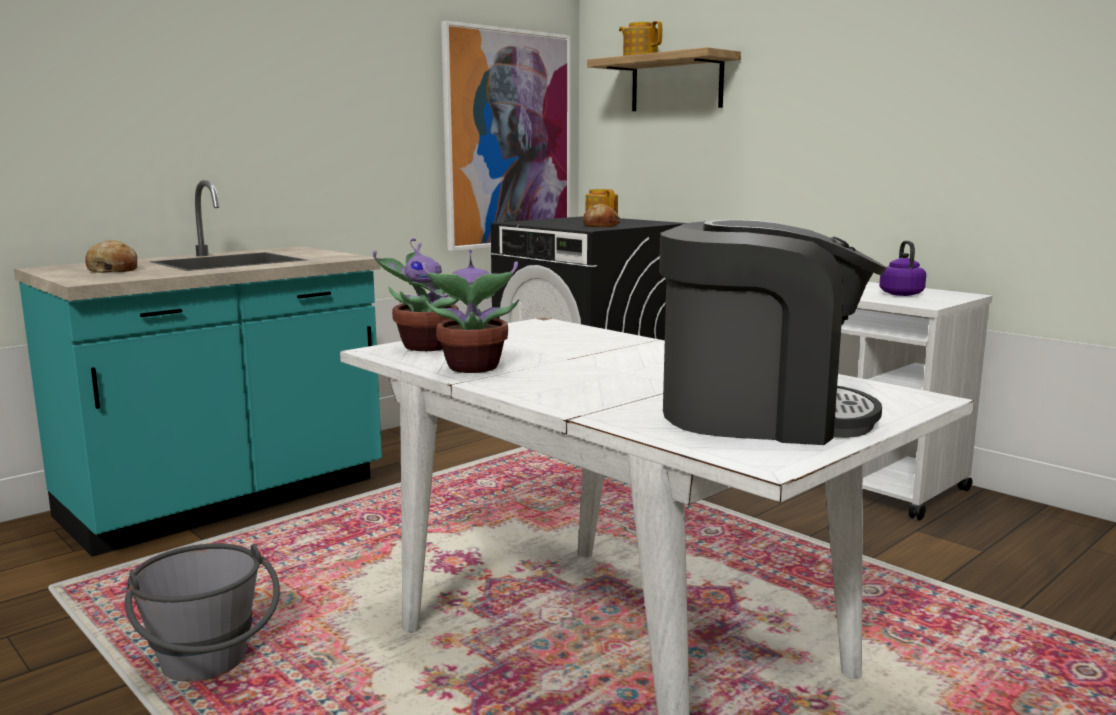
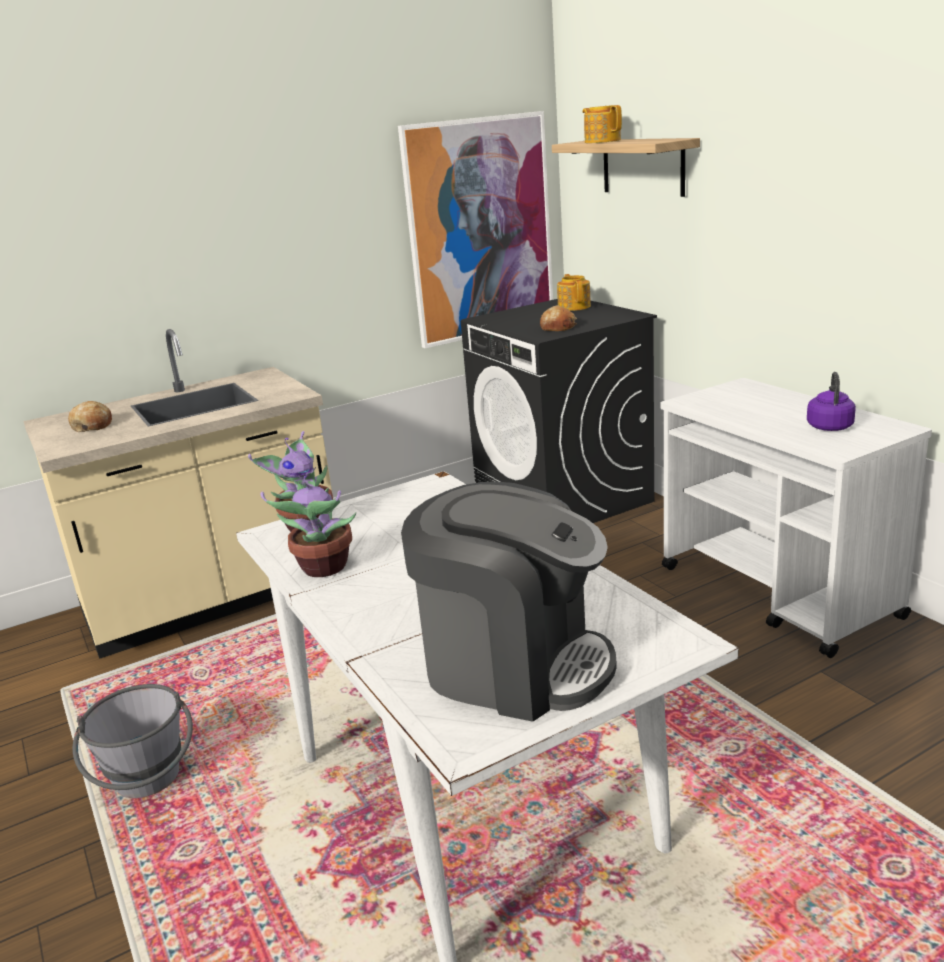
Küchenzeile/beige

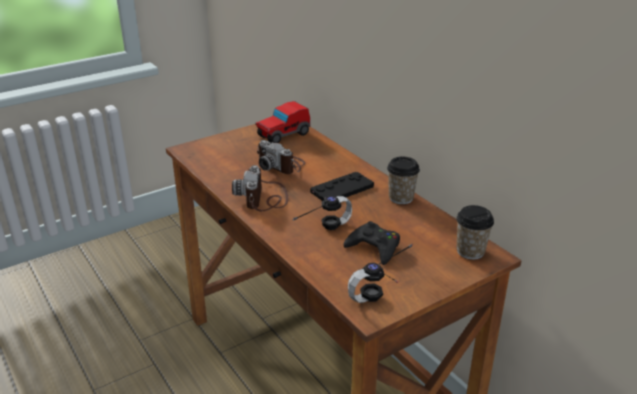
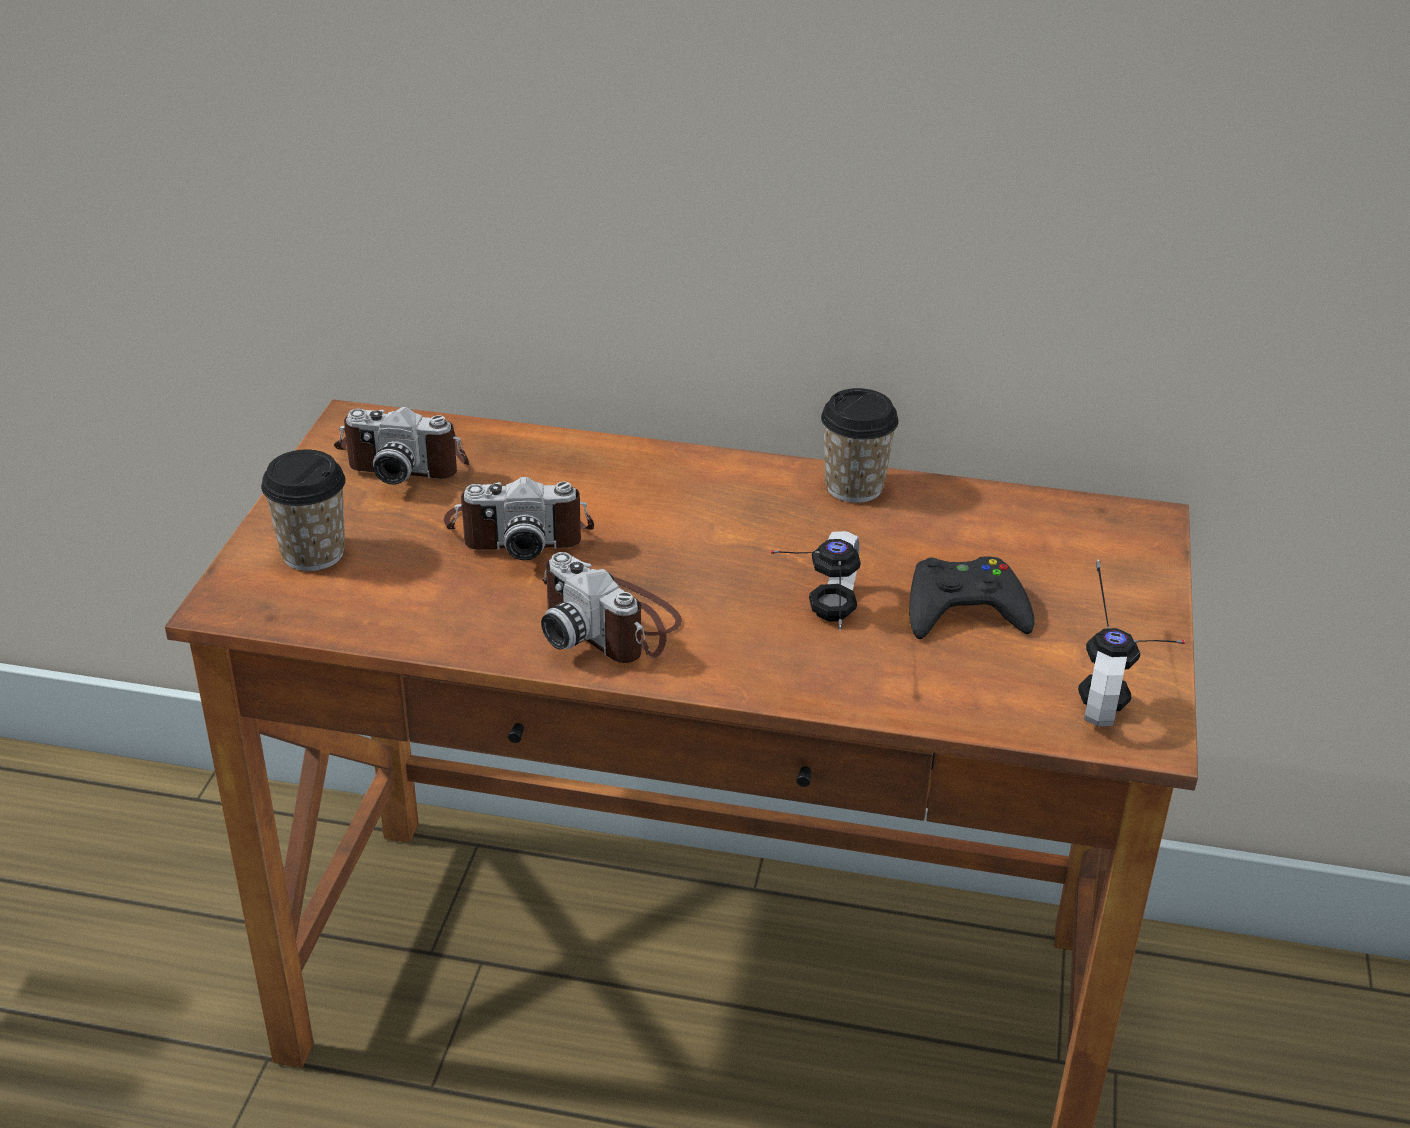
Tasse (1st from left); Kamera (1st from left); Gamepad/schwarz (1st from left in the first image)

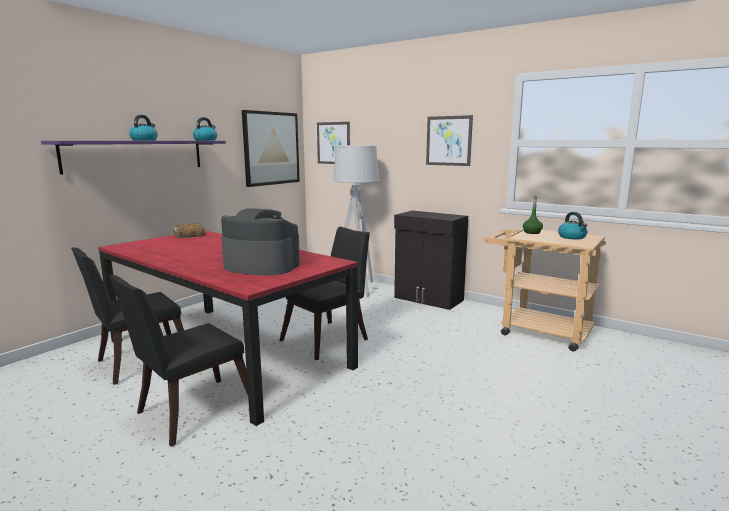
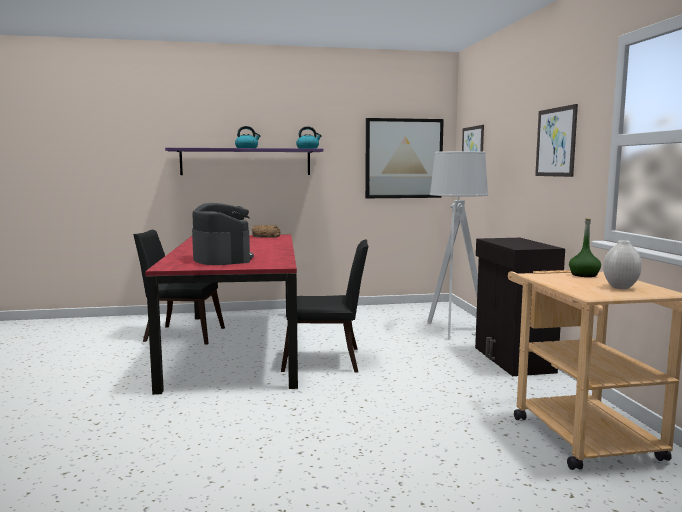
Vase/weiß; Stuhl/schwarz (2nd from left in the first image)

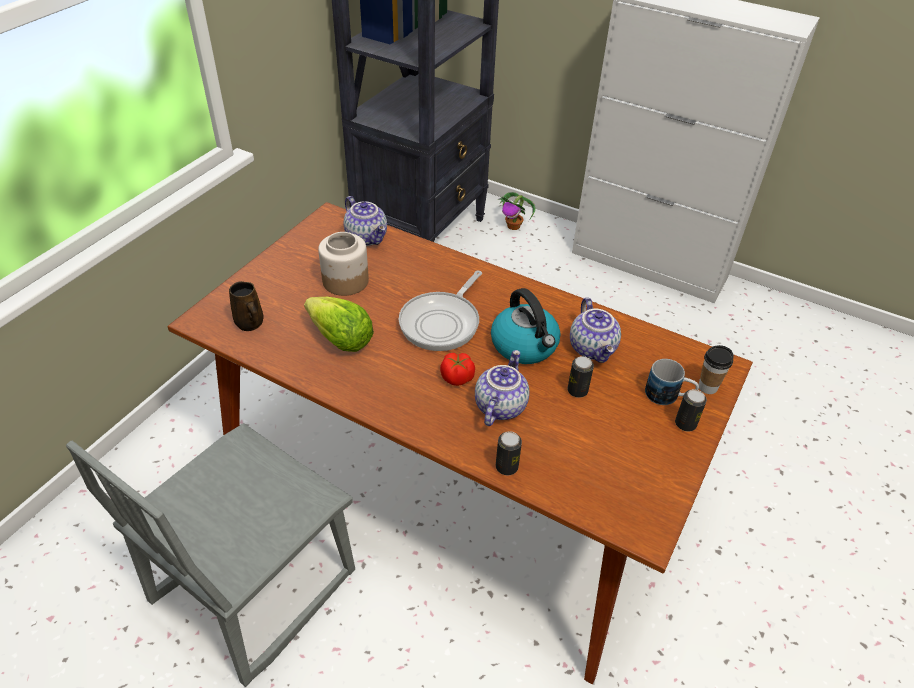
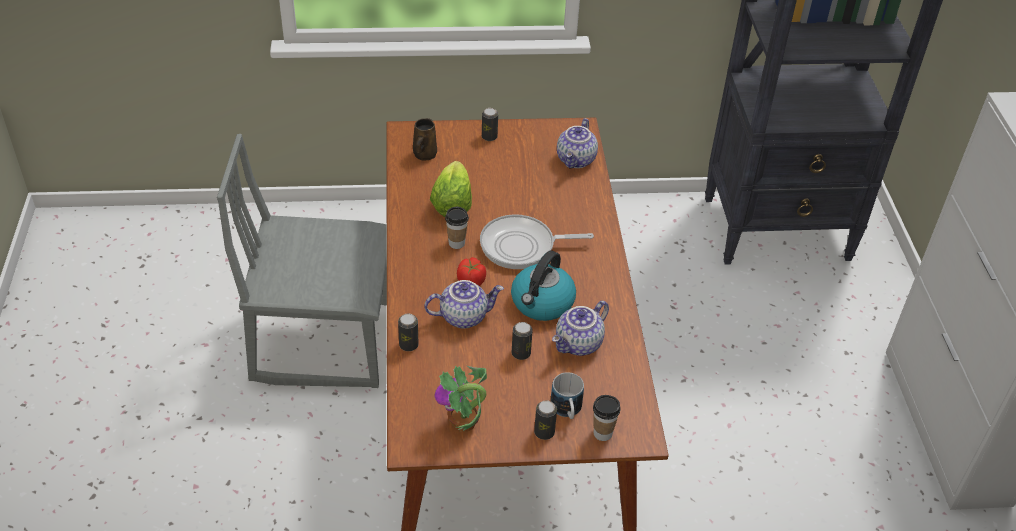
Topfpflanze; Tasse (1st from left); Dose (2nd from left); Vorratsglas

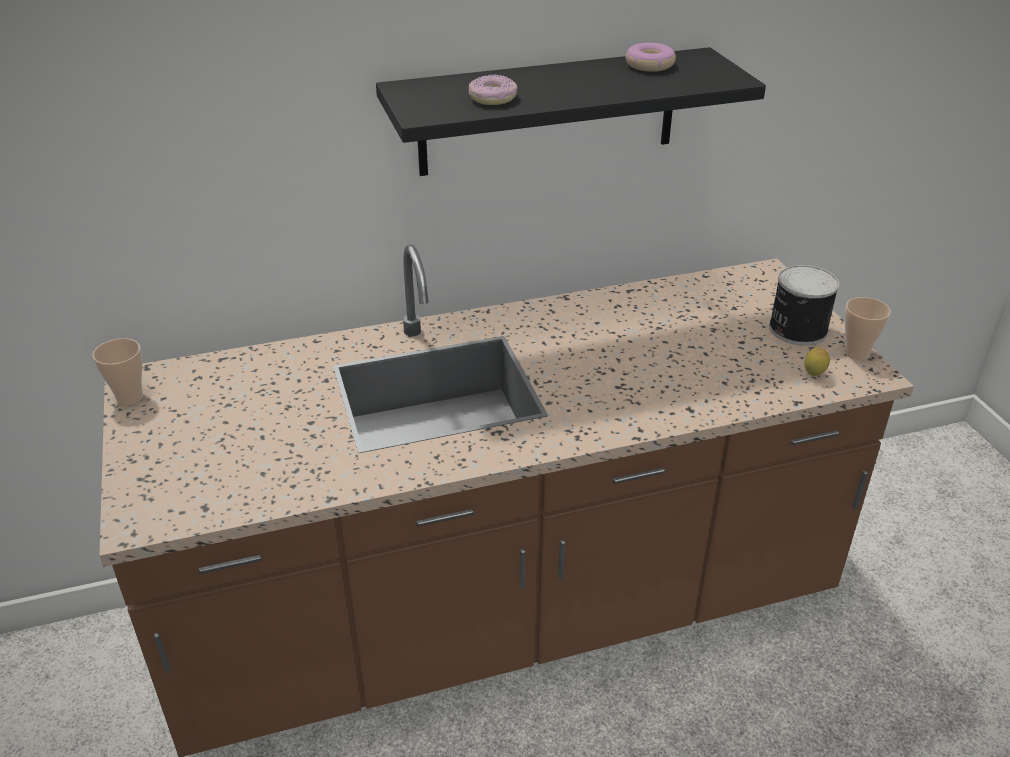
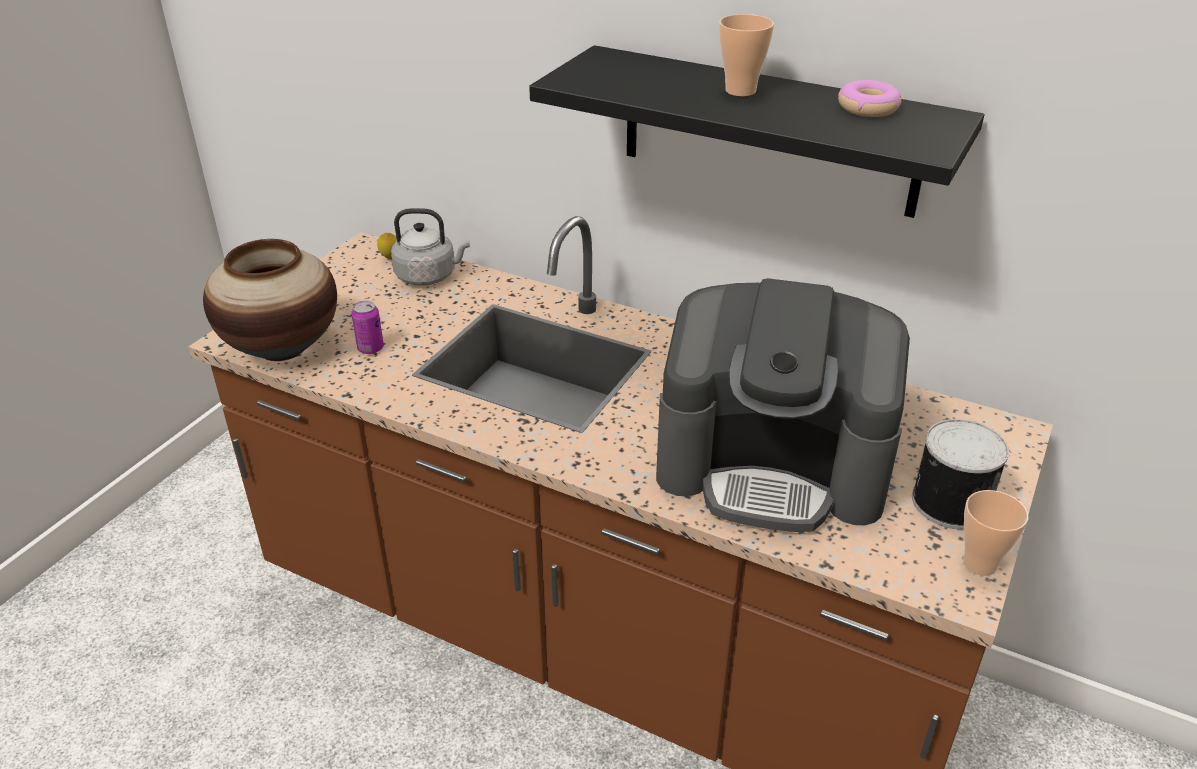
Vase; Dose (1st from left); Zitrone; Wasserkessel/grau; Kaffeemaschine; Tasse (1st from left); Donut (1st from left in the first image)

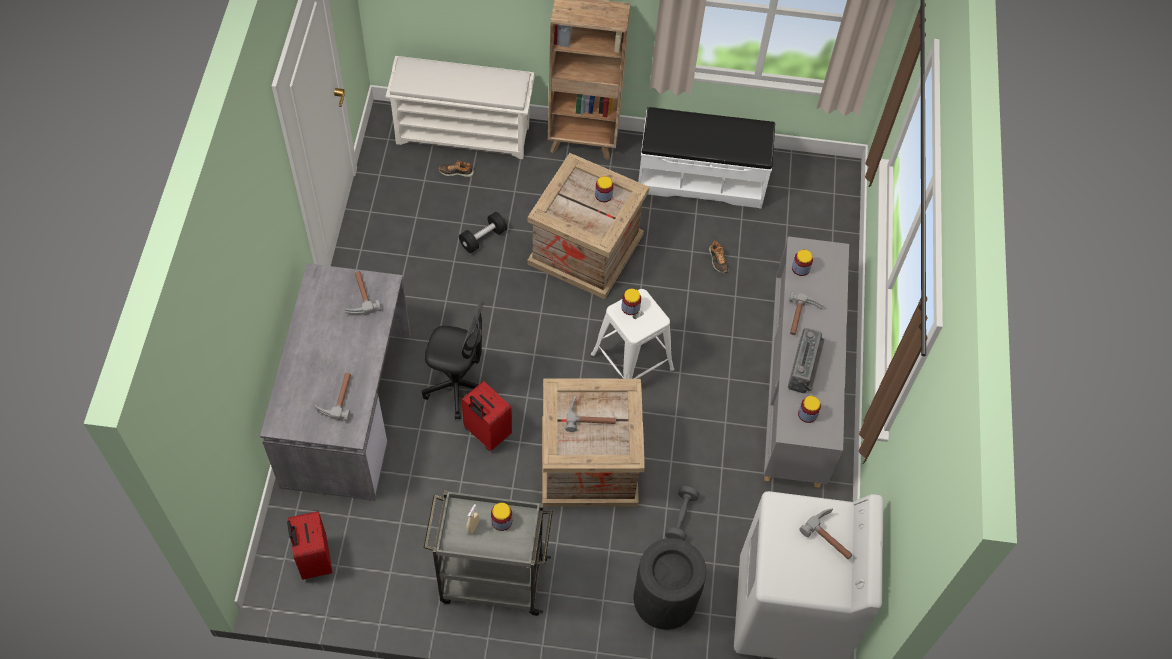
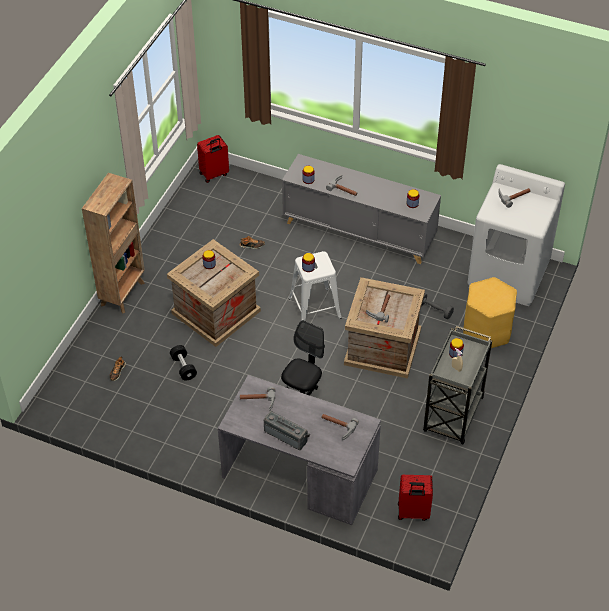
Koffer/rot (1st from left); Radio; Hocker/gelb; Schuhregal/weiß; Bank/weiß

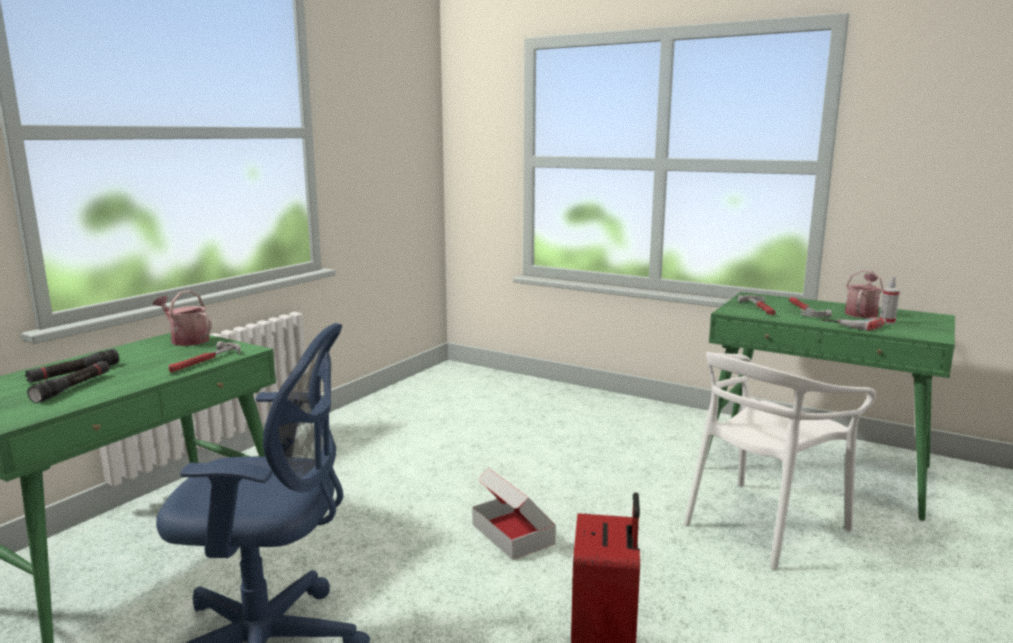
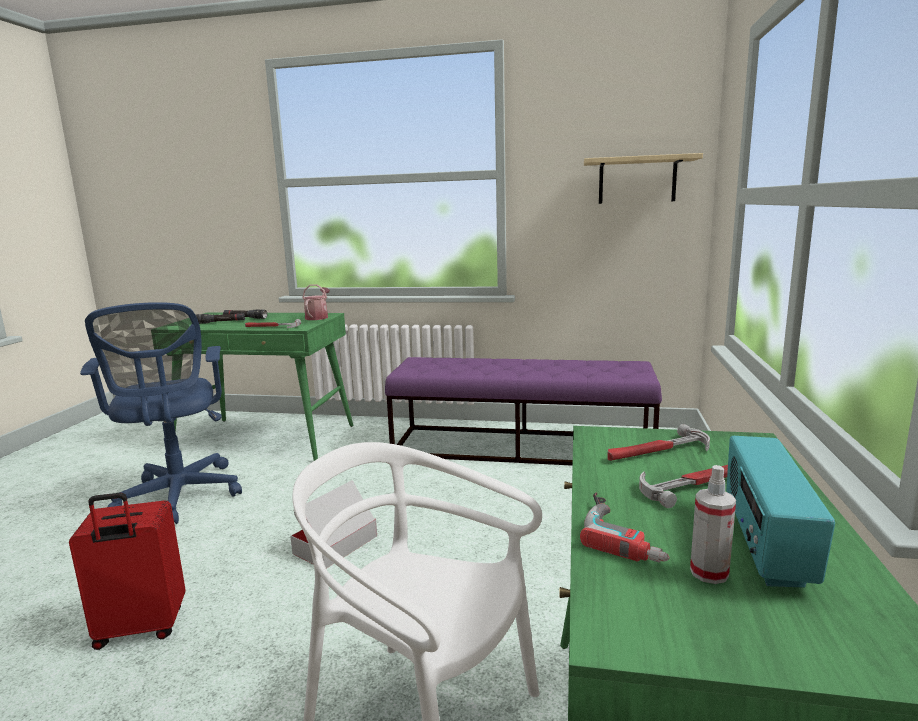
Bank/lila; Wandregal/beige; Radio

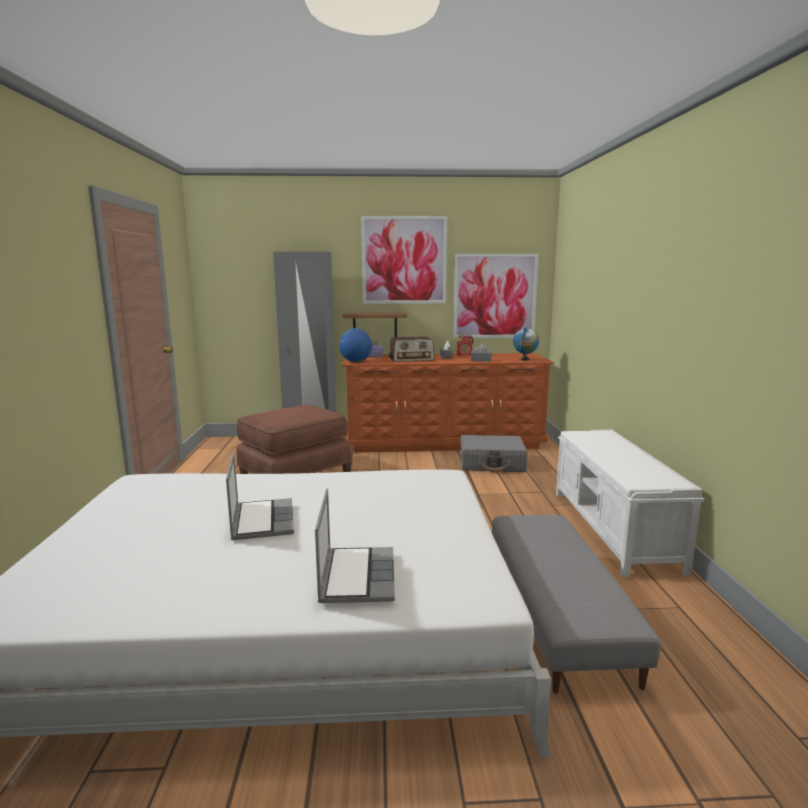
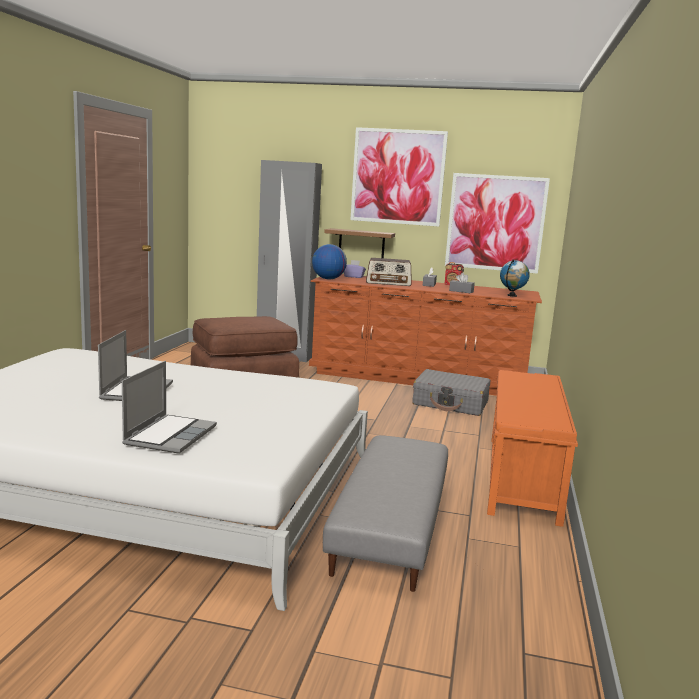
Bank/orange

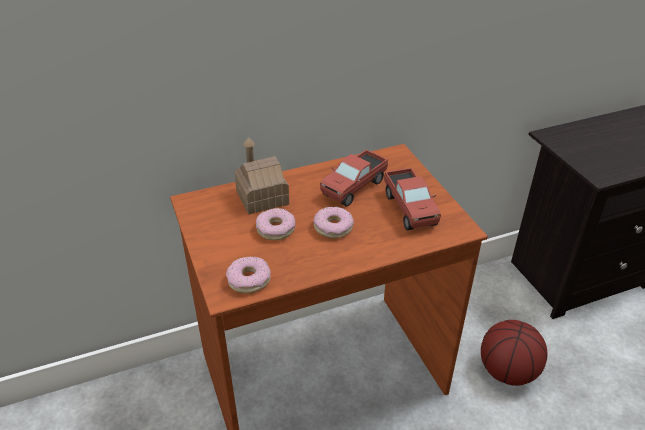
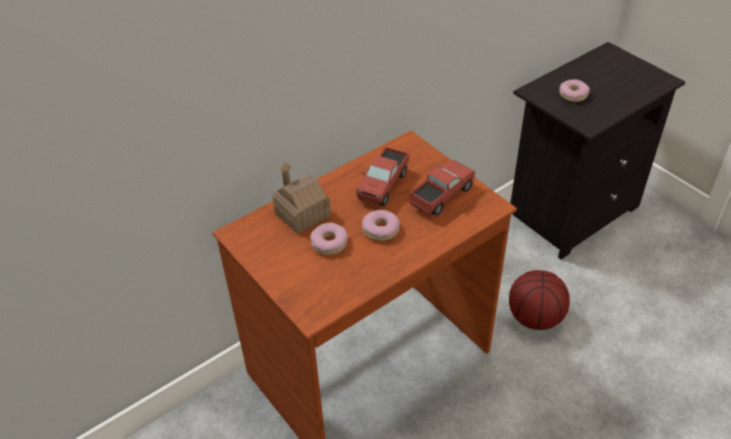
Spielzeuglaster (2nd from left); Donut (3rd from left)

